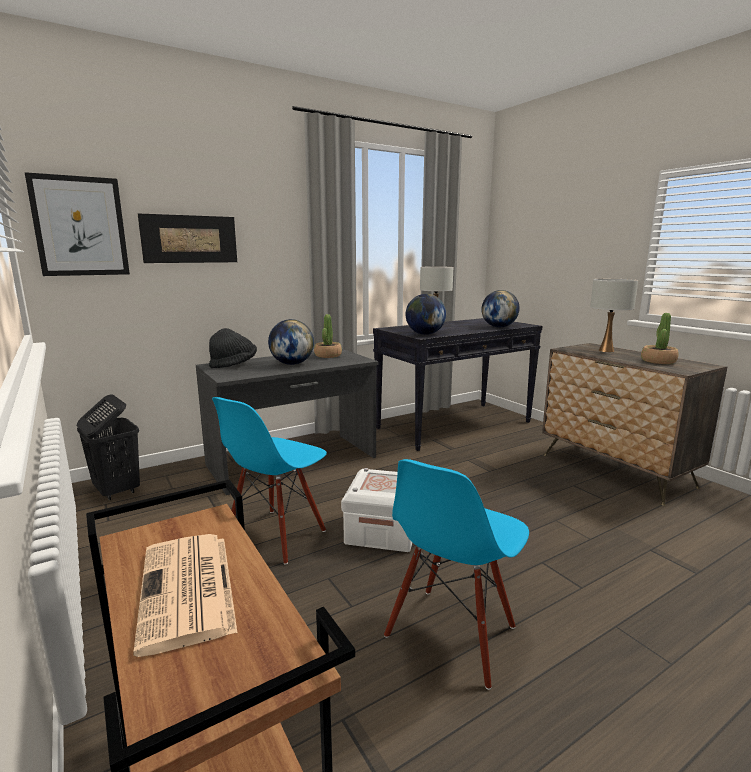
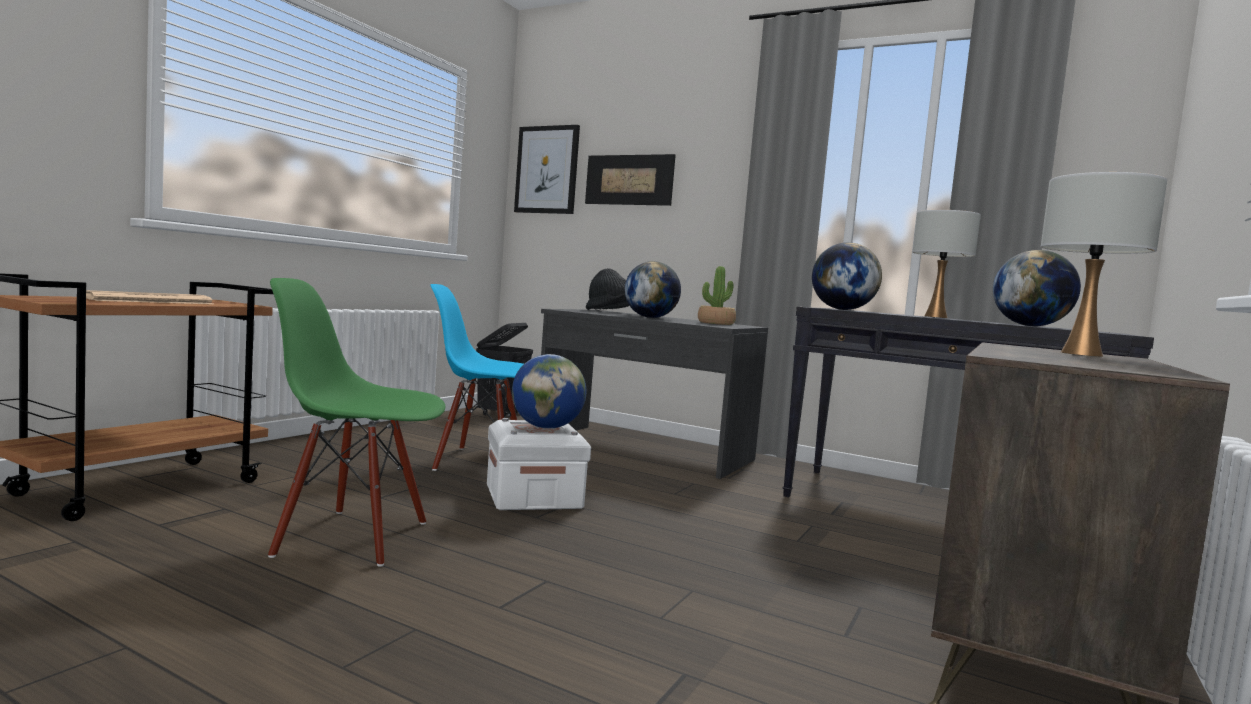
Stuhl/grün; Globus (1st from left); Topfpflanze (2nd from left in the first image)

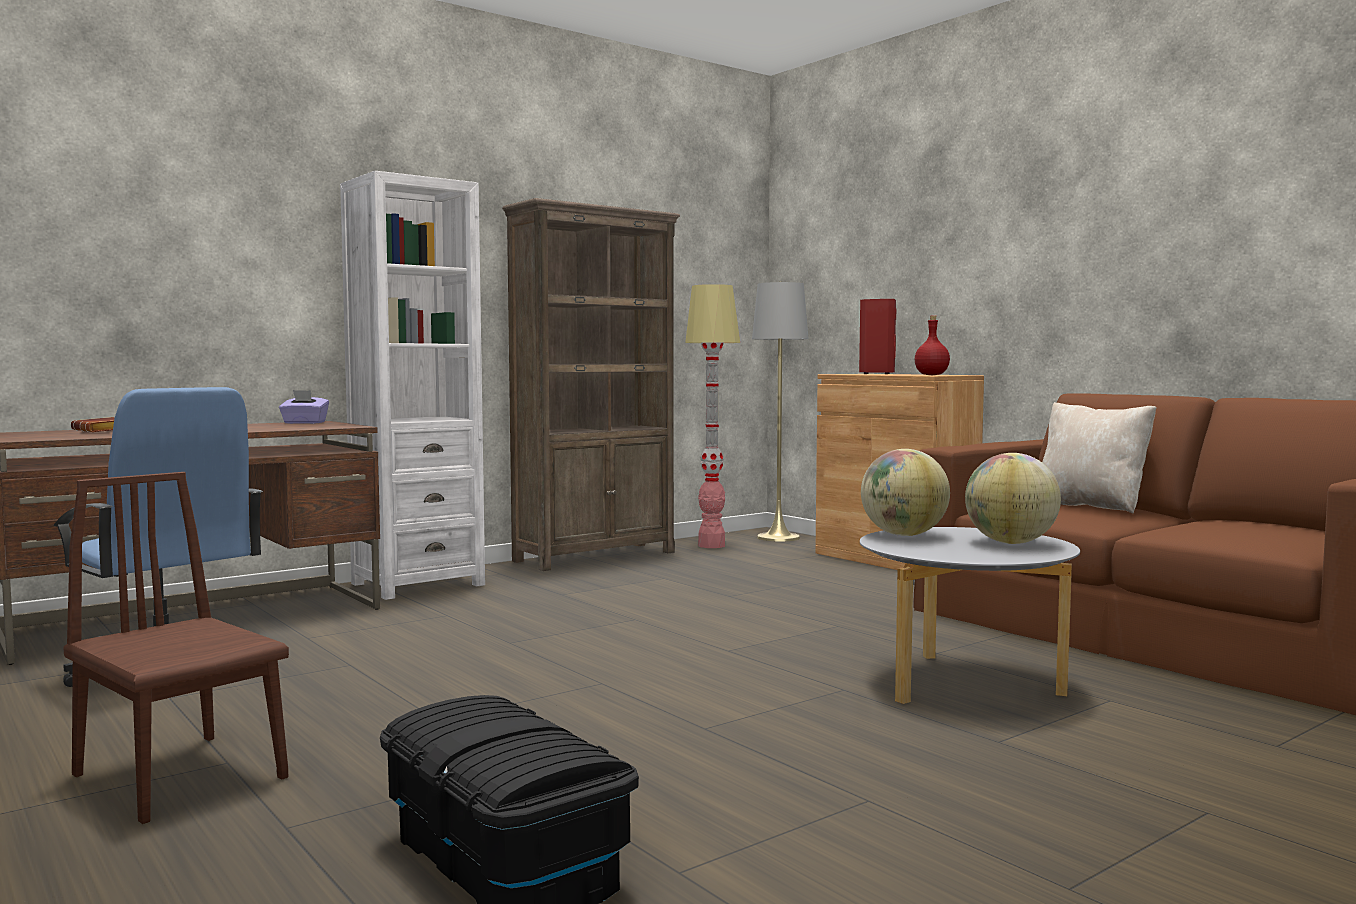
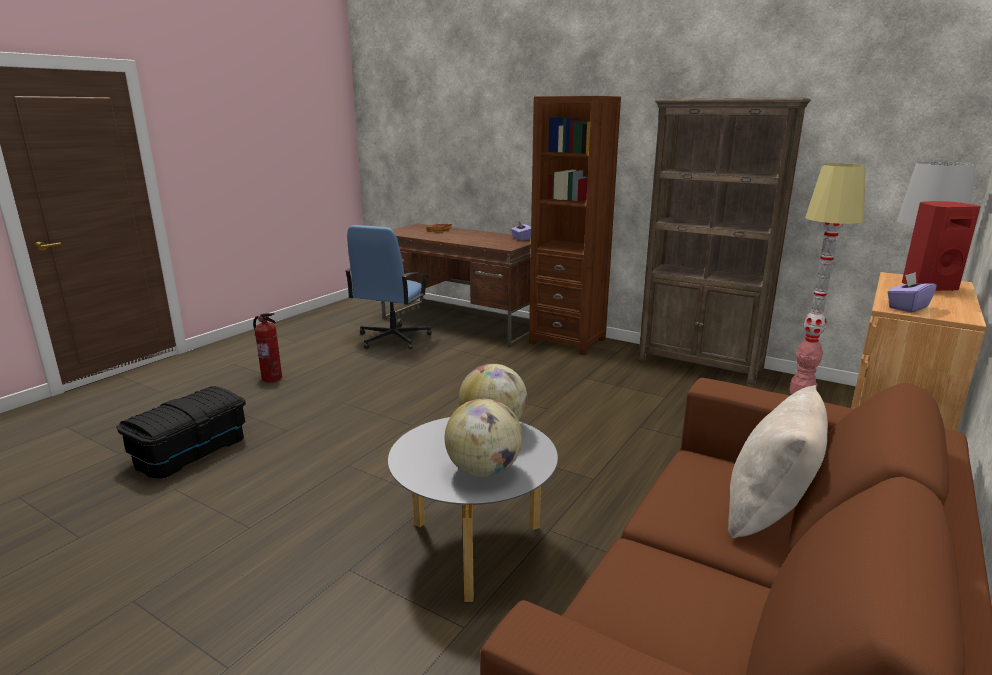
Feuerlöscher; Bücherregal/braun (1st from left); Taschentuchbox/lila (2nd from left)

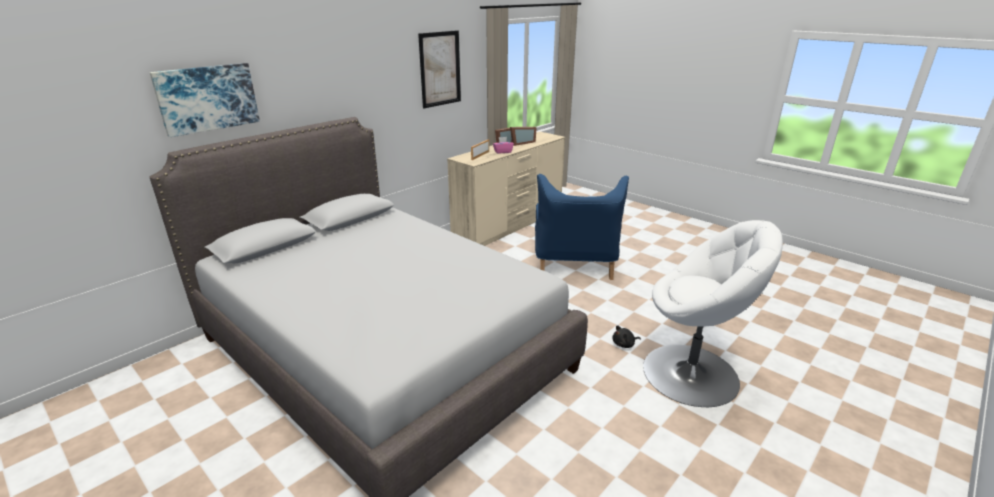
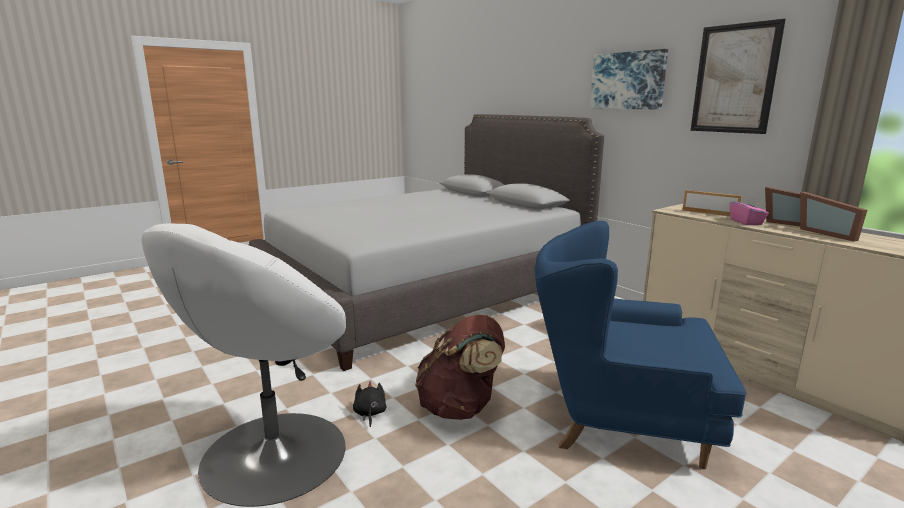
Rucksack/braun; Bild (1st from left)

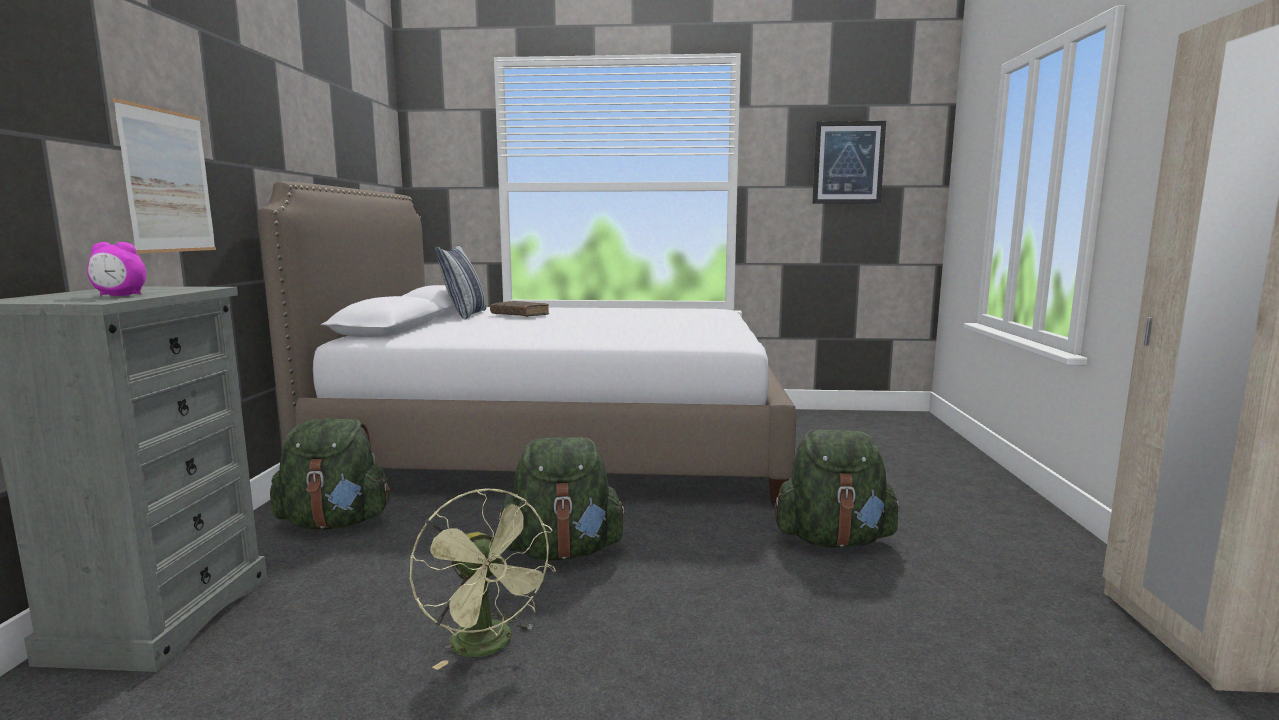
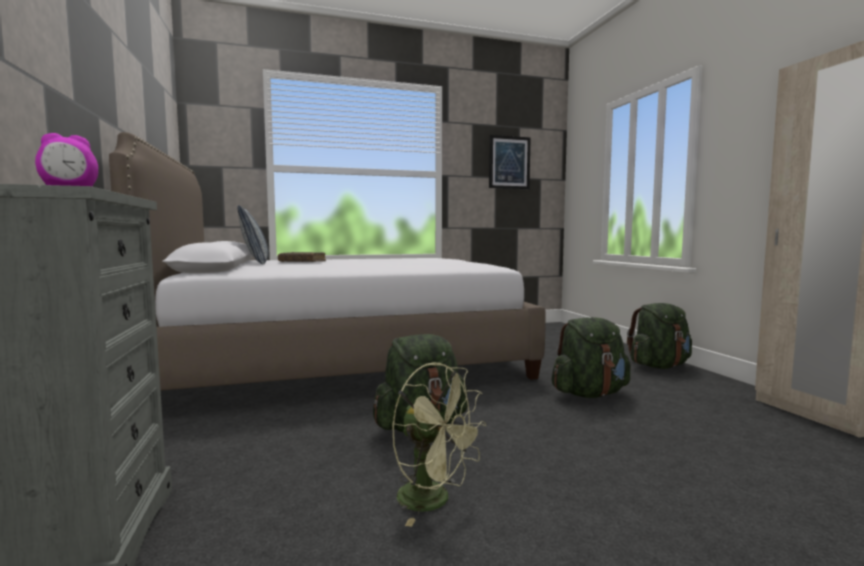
Rucksack/grün (3rd from left); Bild (1st from left in the first image)

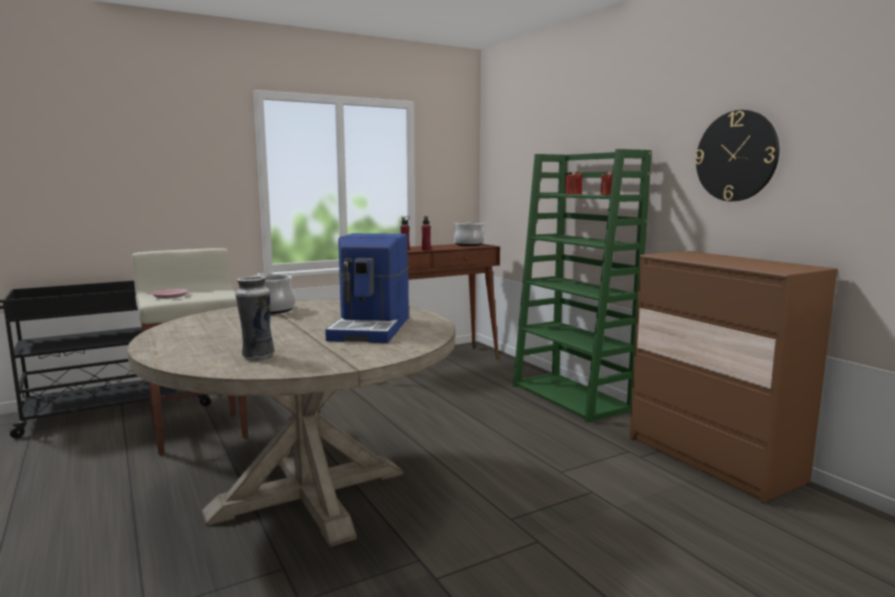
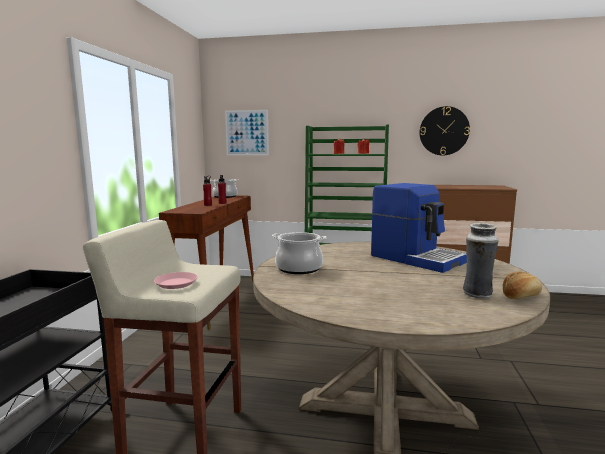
Bild; Brot

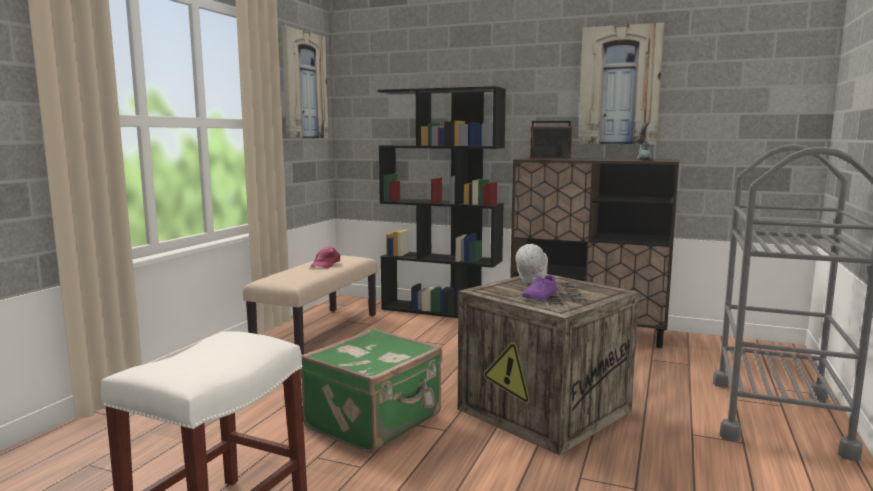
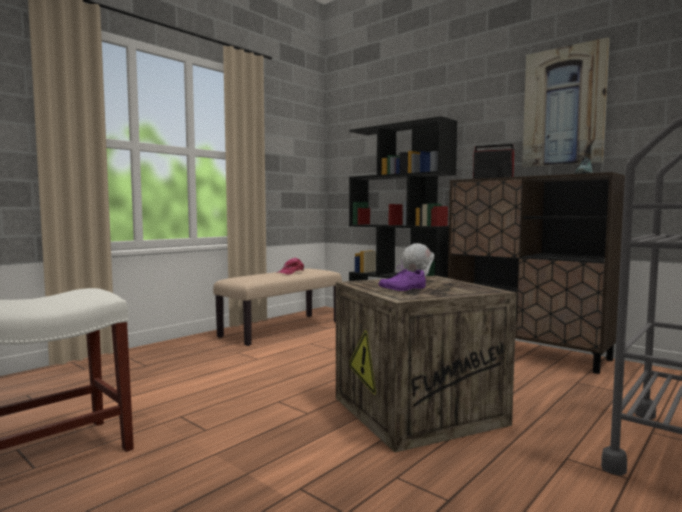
Bild (1st from left in the first image); Koffer/grün

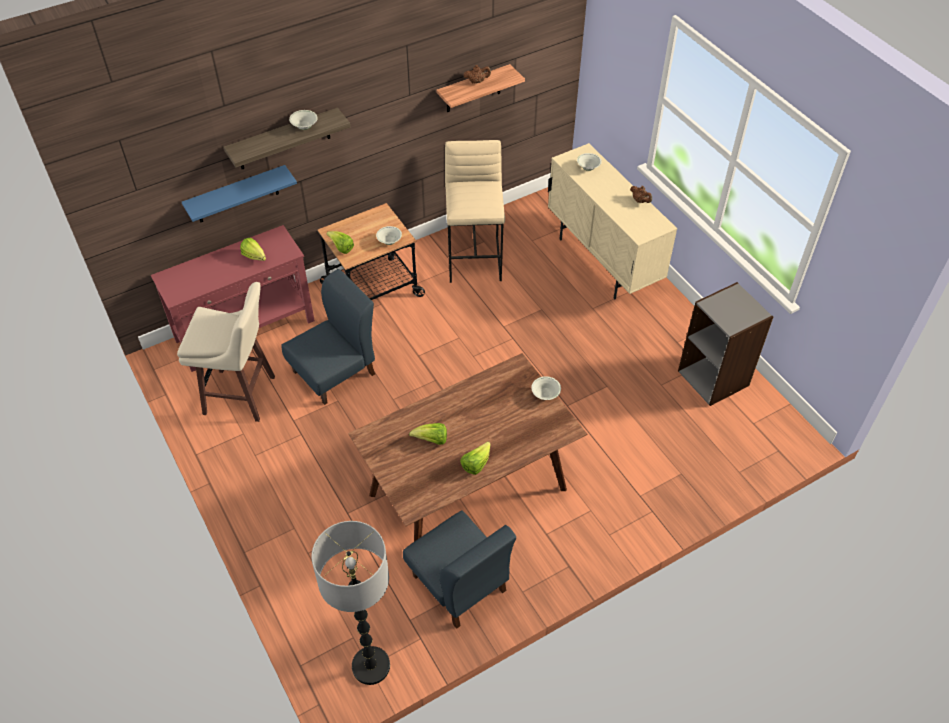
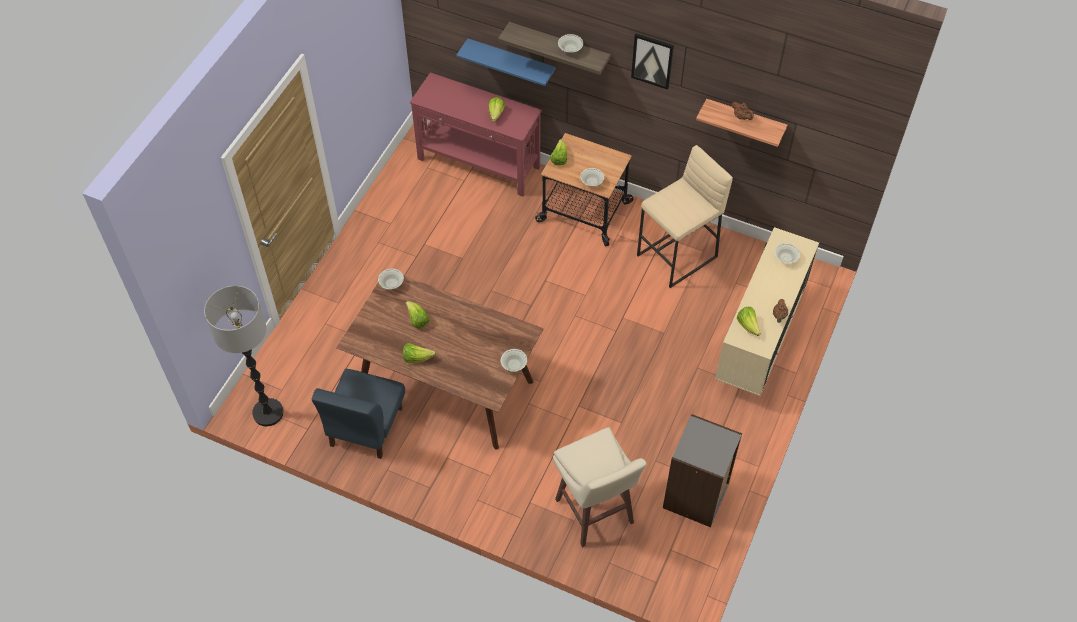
Schüssel/weiß (1st from left); Hocker/beige (1st from left); Bild; Salatkopf (5th from left); Stuhl/blau (1st from left in the first image)

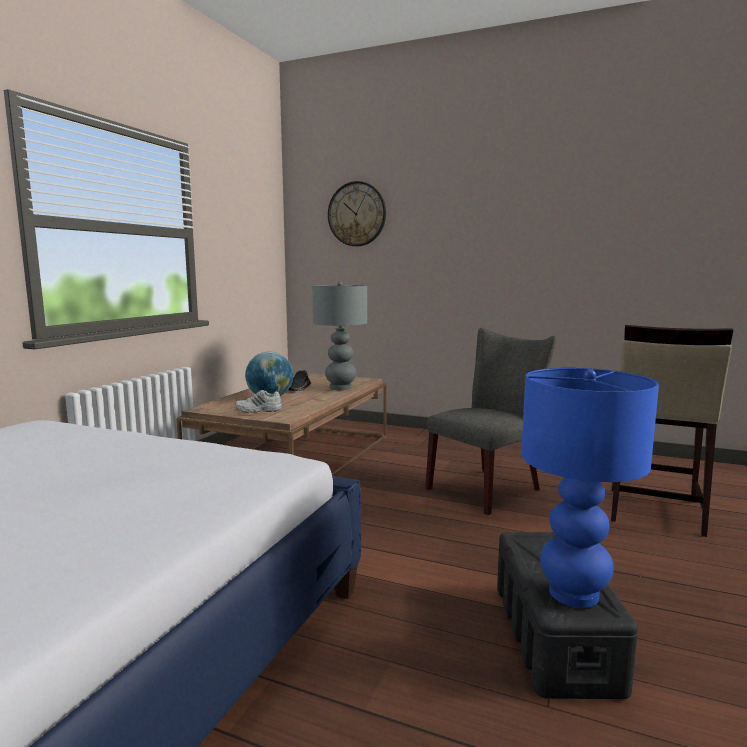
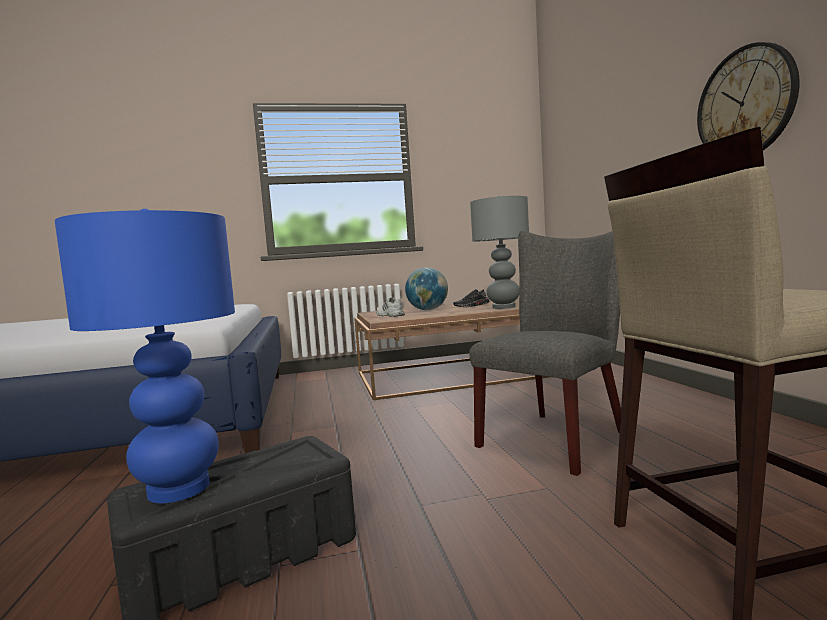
Stuhl/grau; Wanduhr

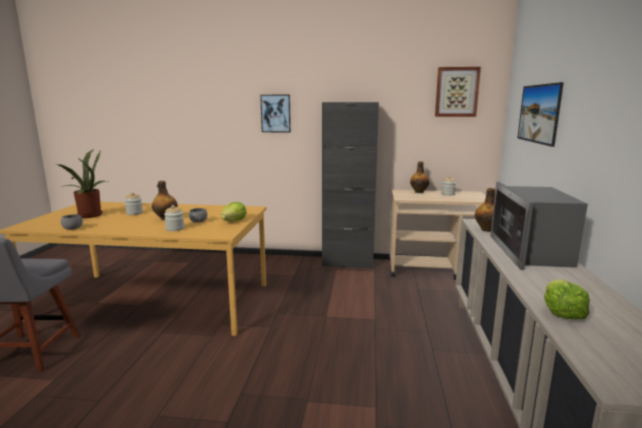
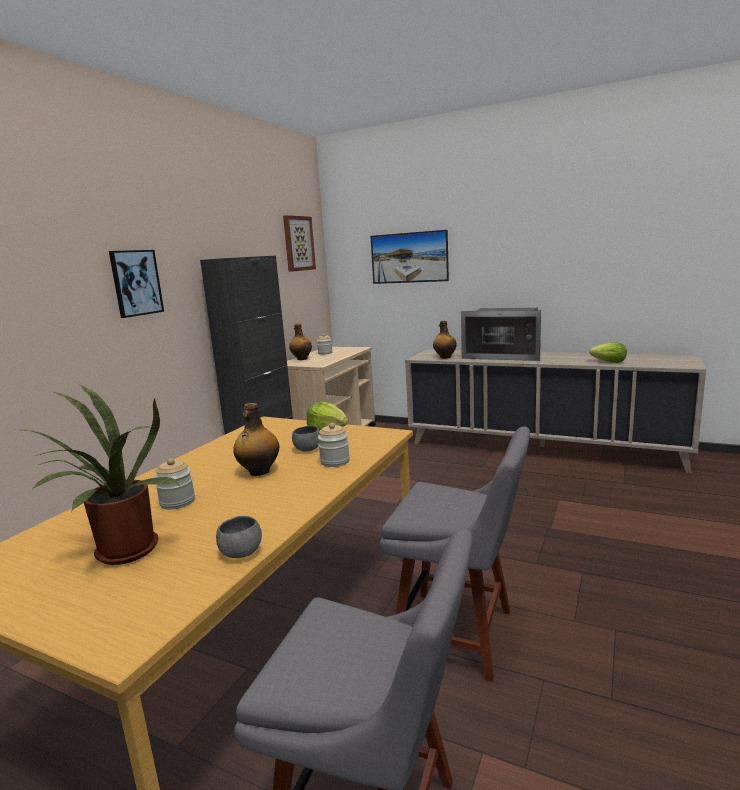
Stuhl/grau (2nd from left)

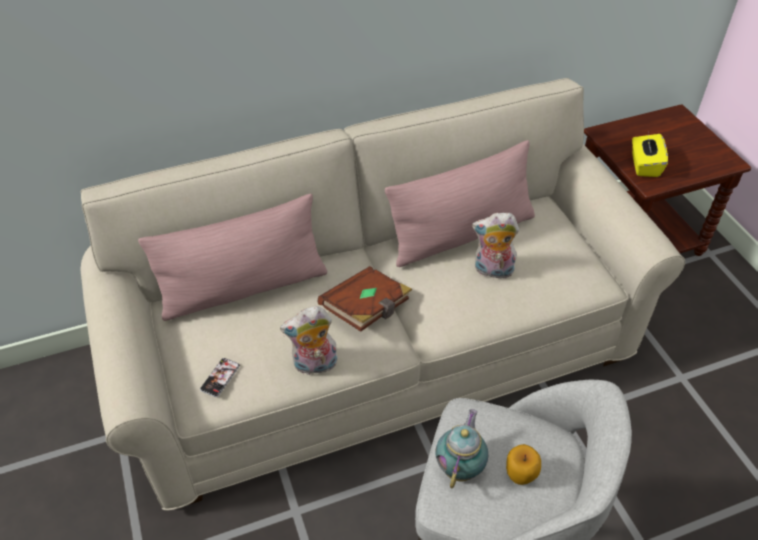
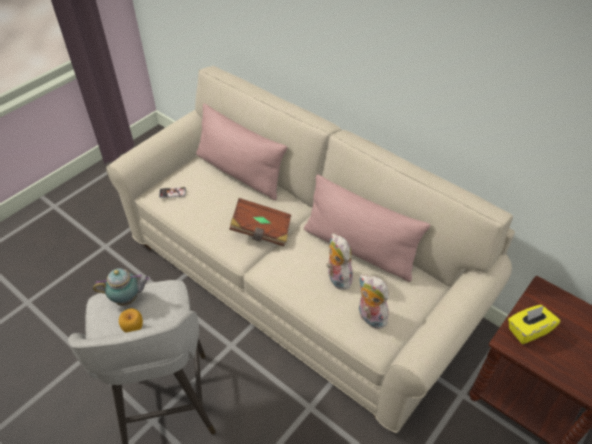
Plüschtier (2nd from left)

